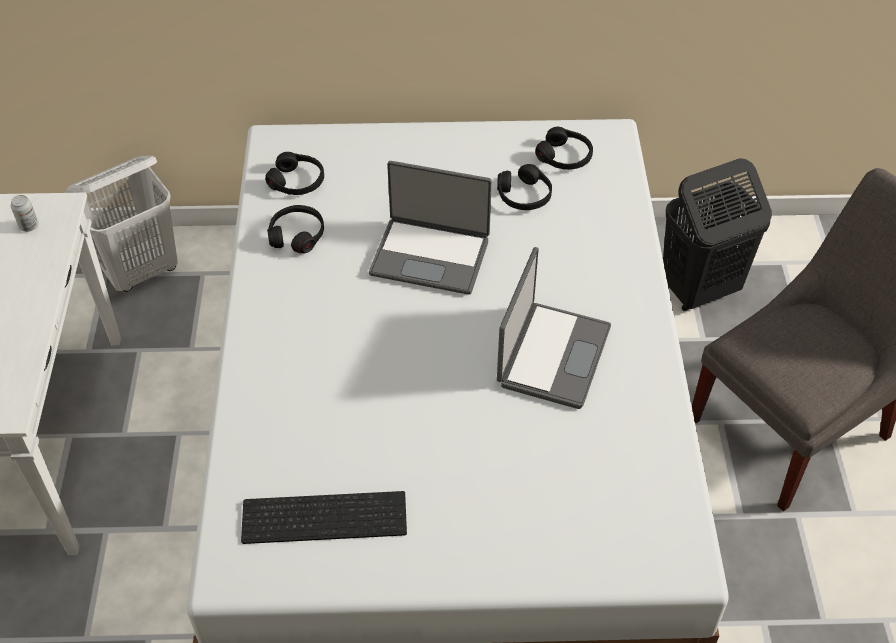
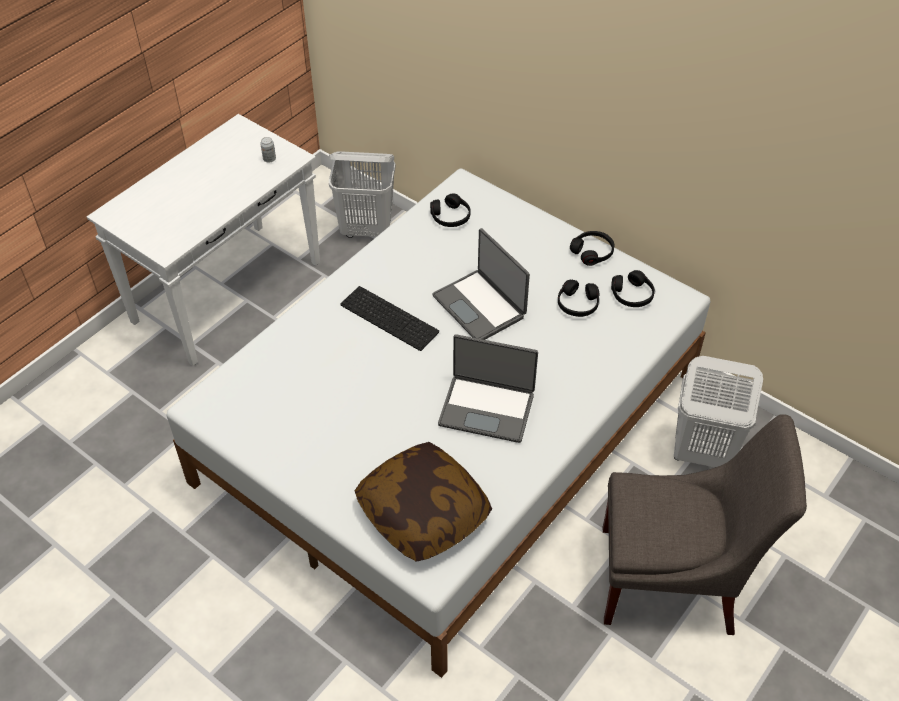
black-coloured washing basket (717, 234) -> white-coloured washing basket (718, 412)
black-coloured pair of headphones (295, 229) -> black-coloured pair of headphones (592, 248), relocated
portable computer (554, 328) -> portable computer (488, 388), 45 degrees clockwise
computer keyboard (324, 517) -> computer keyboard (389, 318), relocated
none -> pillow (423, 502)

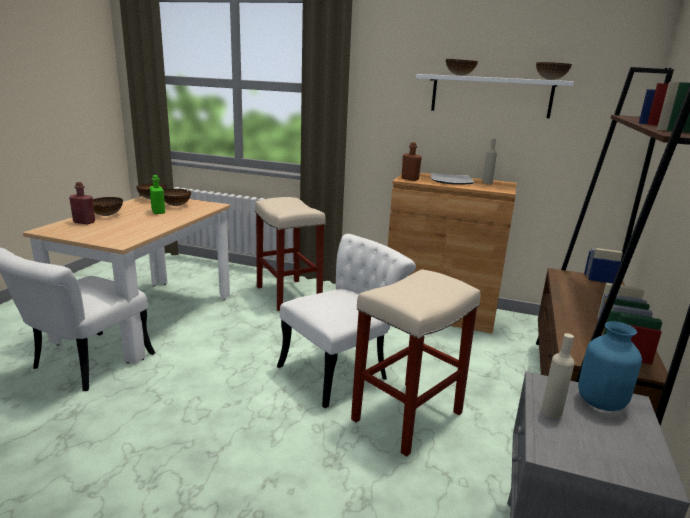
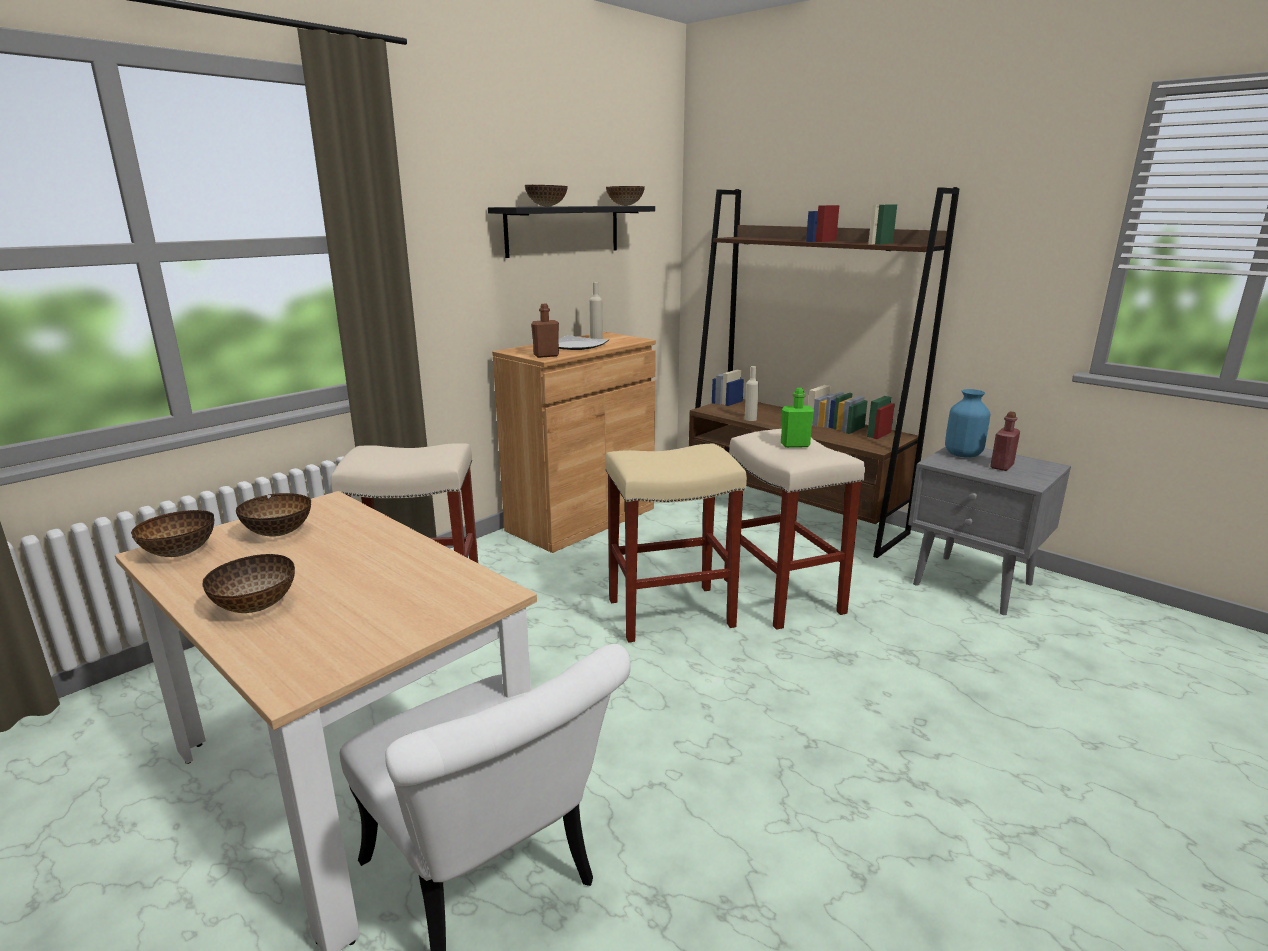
white-coloured shelf (495, 96) -> black-coloured shelf (571, 232)
green drink bottle (157, 194) -> green drink bottle (797, 418), relocated
red-coloured drink bottle (82, 203) -> red-coloured drink bottle (1005, 441), relocated
white-coloured upright chair (346, 321) -> beige stool (676, 543)
beige drink bottle (558, 376) -> beige drink bottle (752, 393), relocated

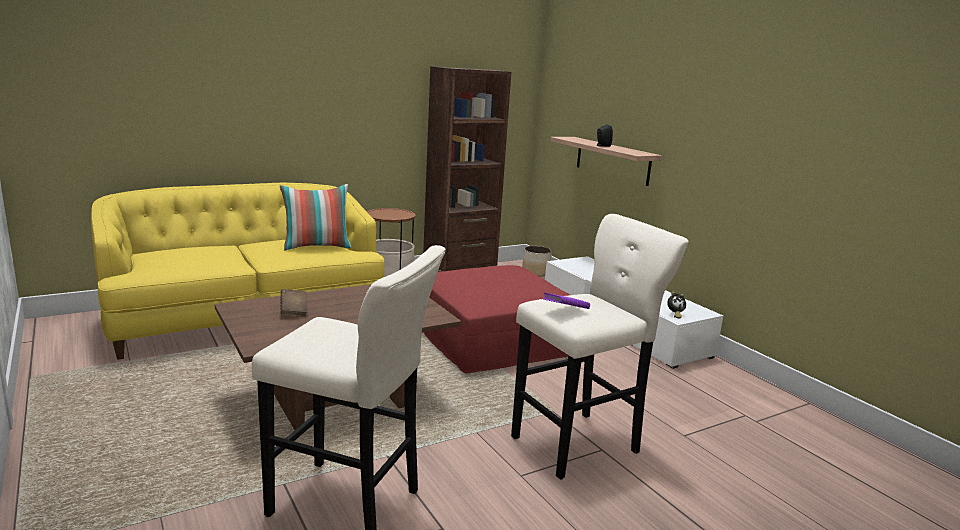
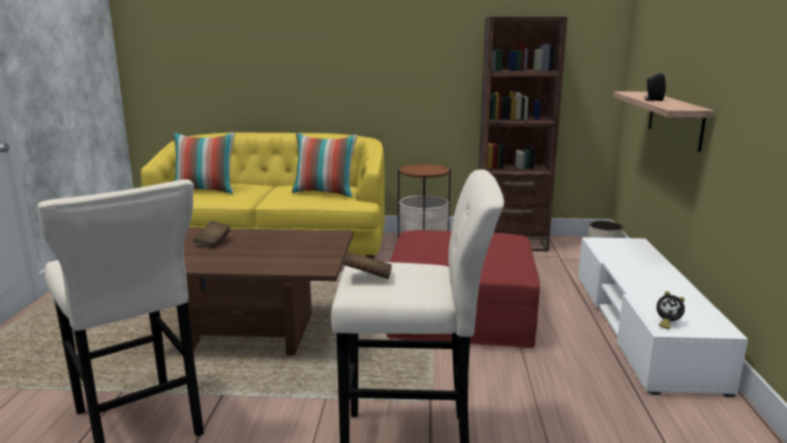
purplish bound book (566, 300) -> brown bound book (367, 265)
none -> pillow (204, 163)

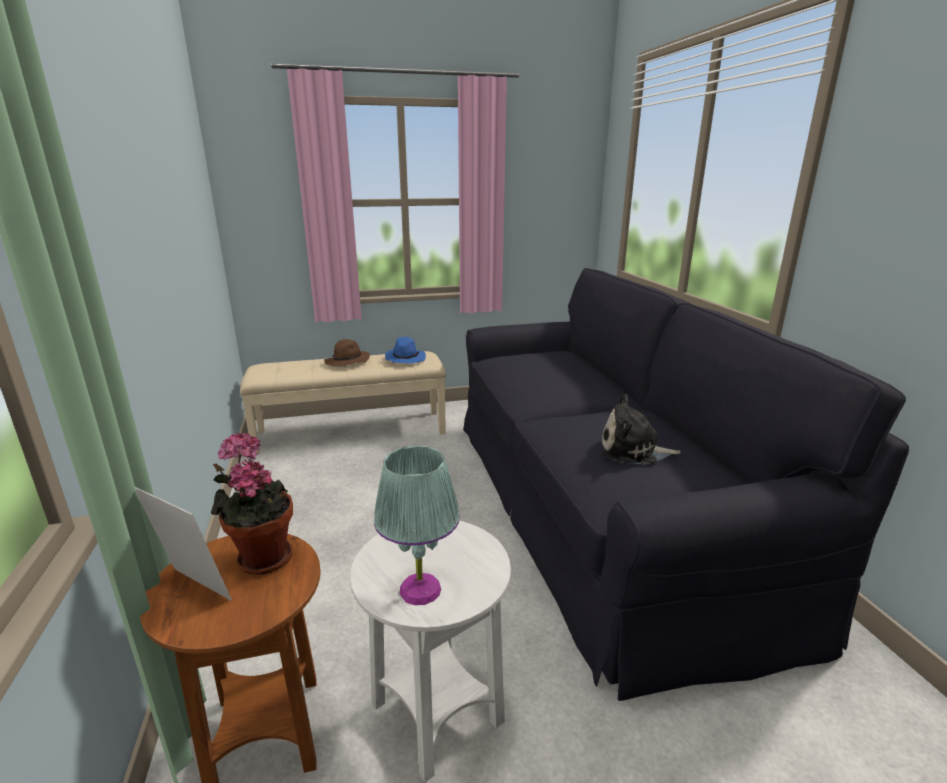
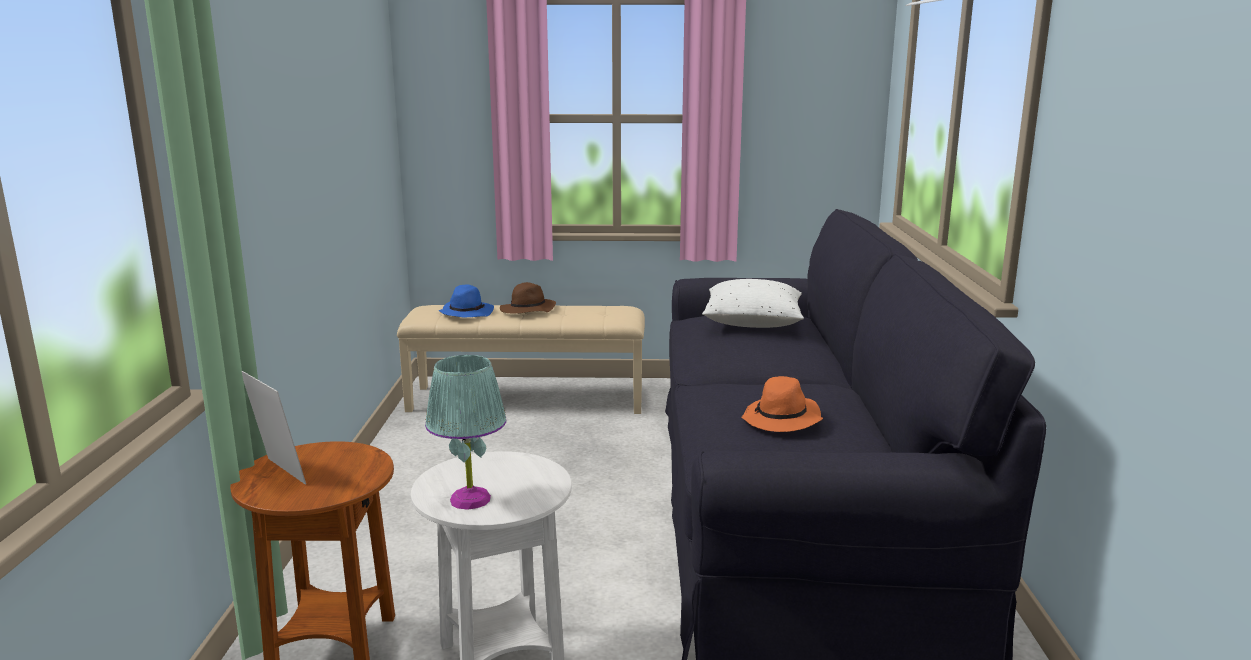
bluish clothing hat (405, 350) -> bluish clothing hat (466, 301), relocated
soft toy (641, 429) -> orange clothing hat (782, 404)
houseplant (252, 504) -> none
none -> white-coloured pillow (753, 303)

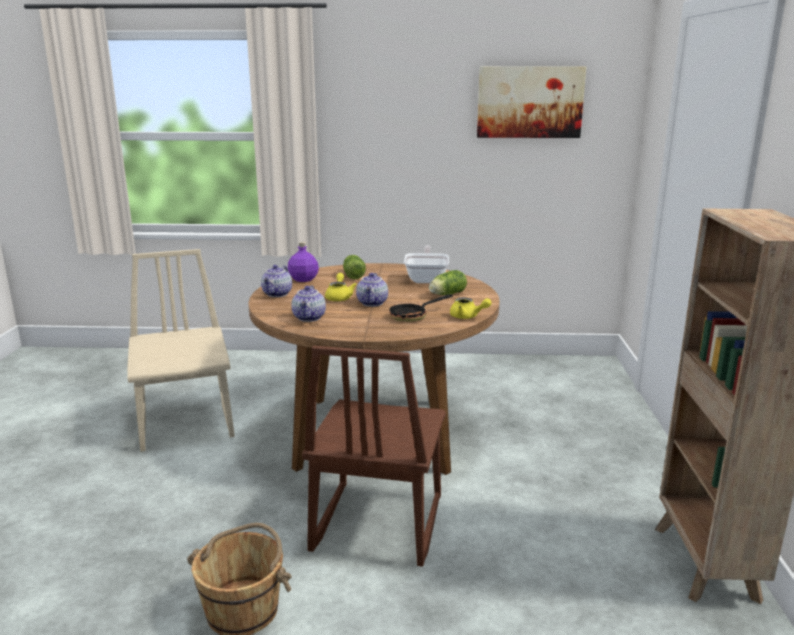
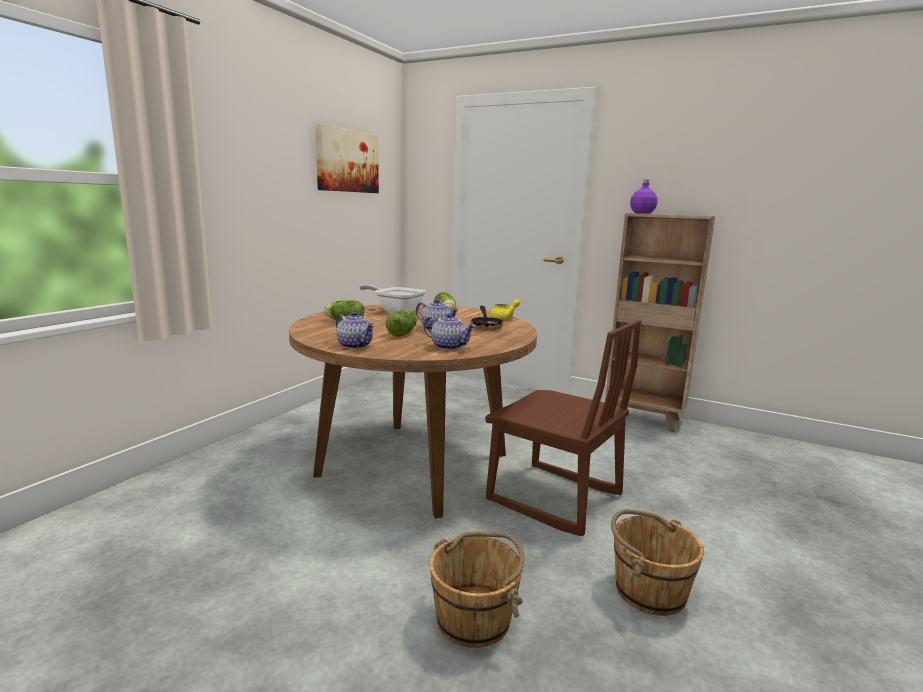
purplish drink bottle (303, 262) -> purplish drink bottle (643, 196), relocated
beige upright chair (181, 350) -> none
yellow-coloured tea pot (341, 287) -> head of lettuce (401, 323)
none -> brown bucket (476, 590)

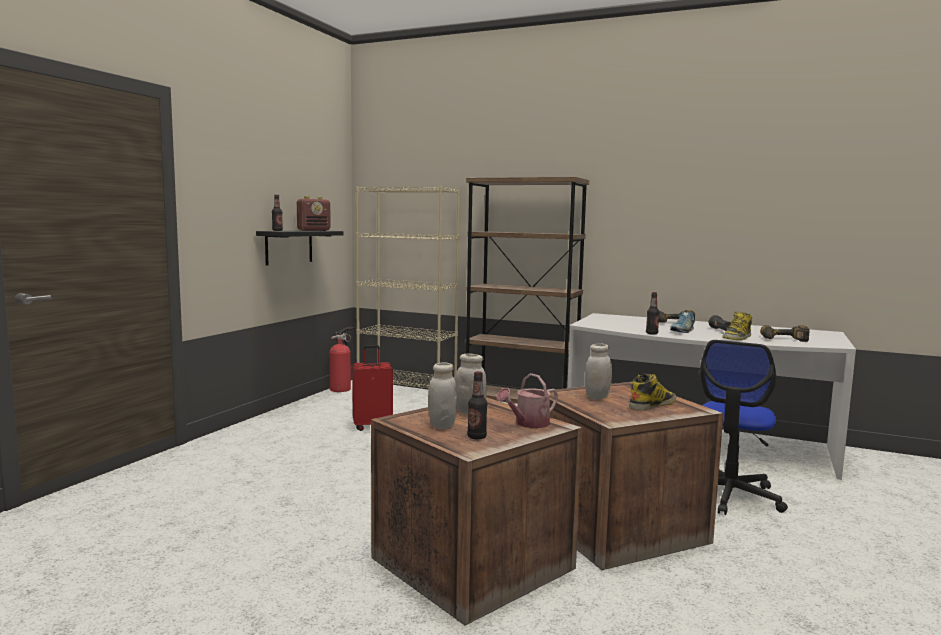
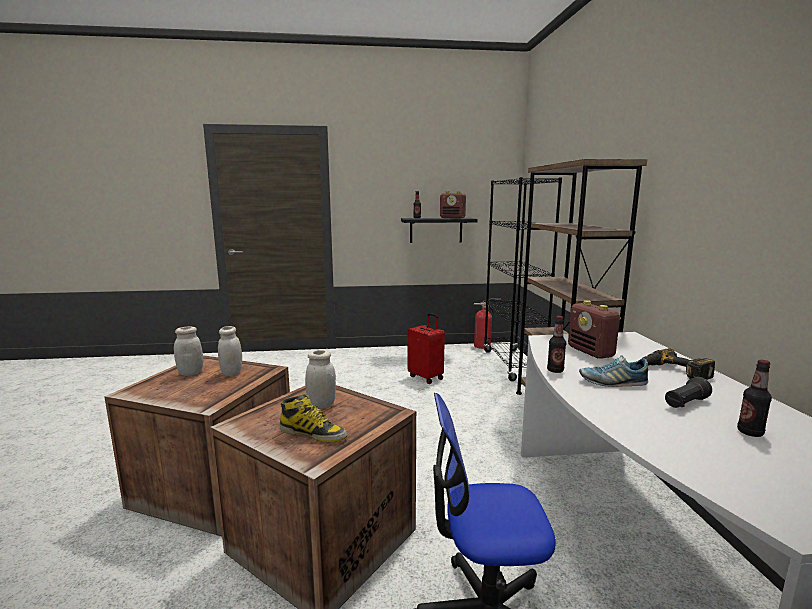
beige shelving unit (408, 287) -> black-coloured shelving unit (522, 279)
tall boot (737, 325) -> none
drill (785, 333) -> none
drink bottle (477, 405) -> drink bottle (754, 398), relocated
sprinkling can (527, 400) -> none
none -> radio receiver (594, 329)

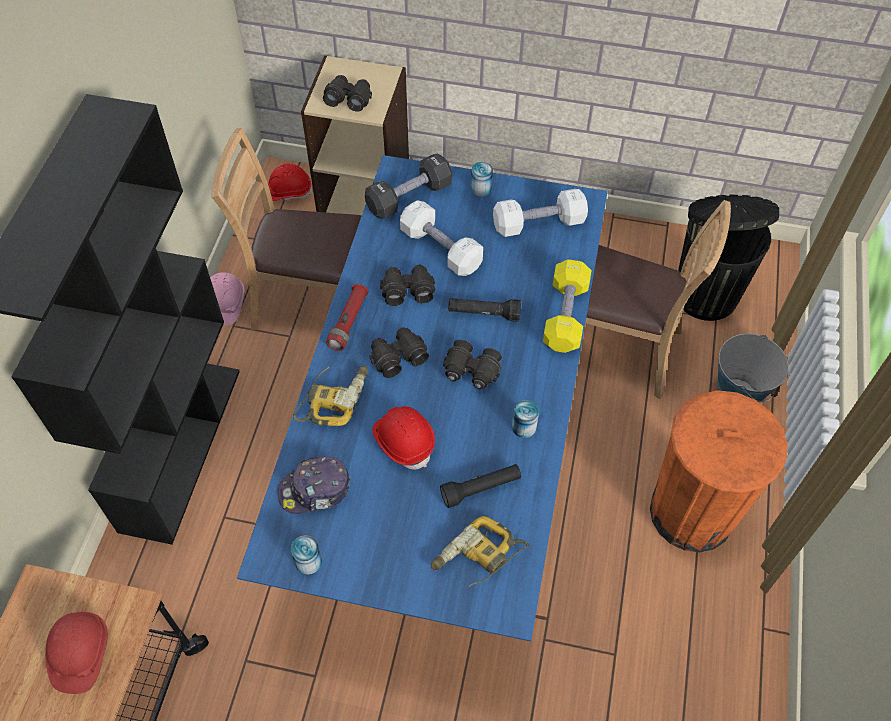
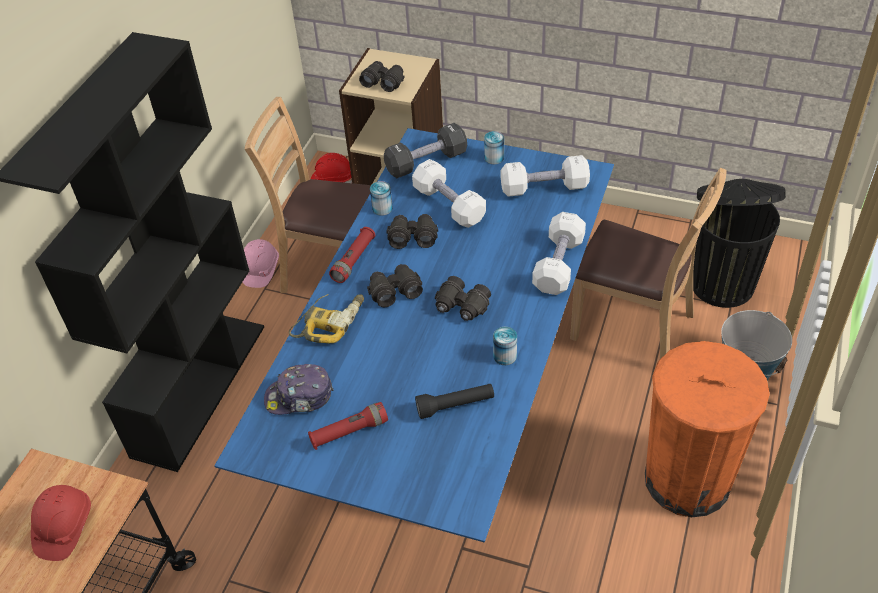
yellow-coloured free weight (567, 306) -> white-coloured free weight (559, 253)
black-coloured torch (484, 310) -> none
red-coloured work helmet (403, 438) -> none
drill (480, 551) -> none
sealed can (306, 555) -> sealed can (381, 198), relocated
none -> red-coloured torch (348, 426)

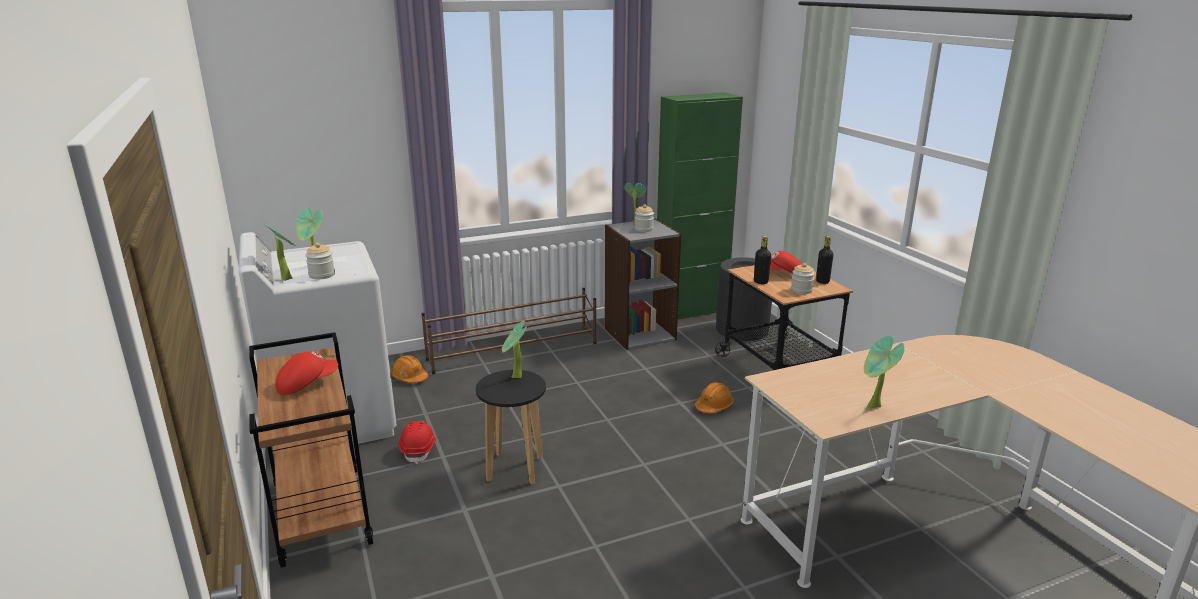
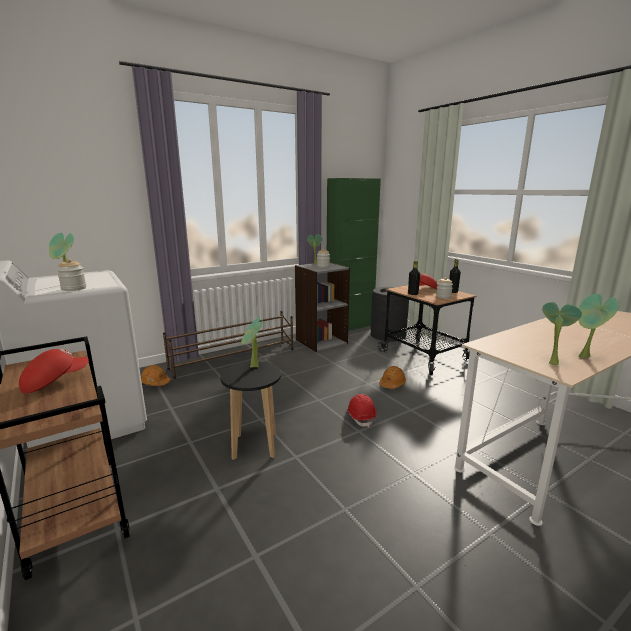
houseplant (279, 252) -> houseplant (562, 333), relocated
red-coloured work helmet (417, 442) -> red-coloured work helmet (361, 411), relocated

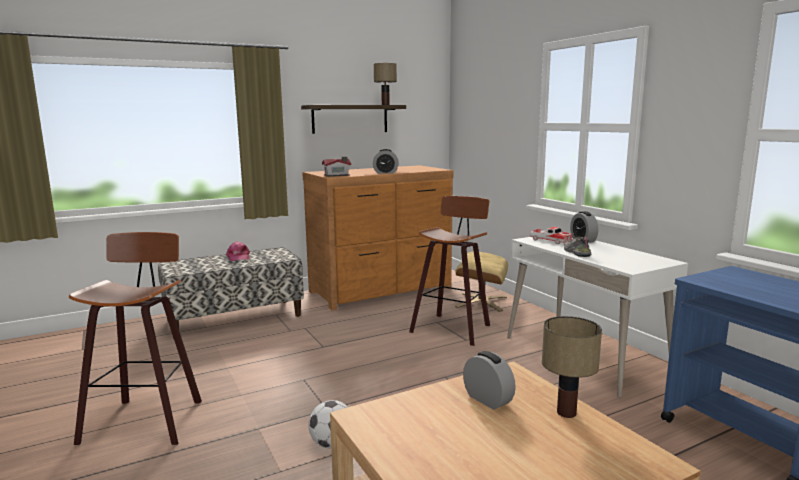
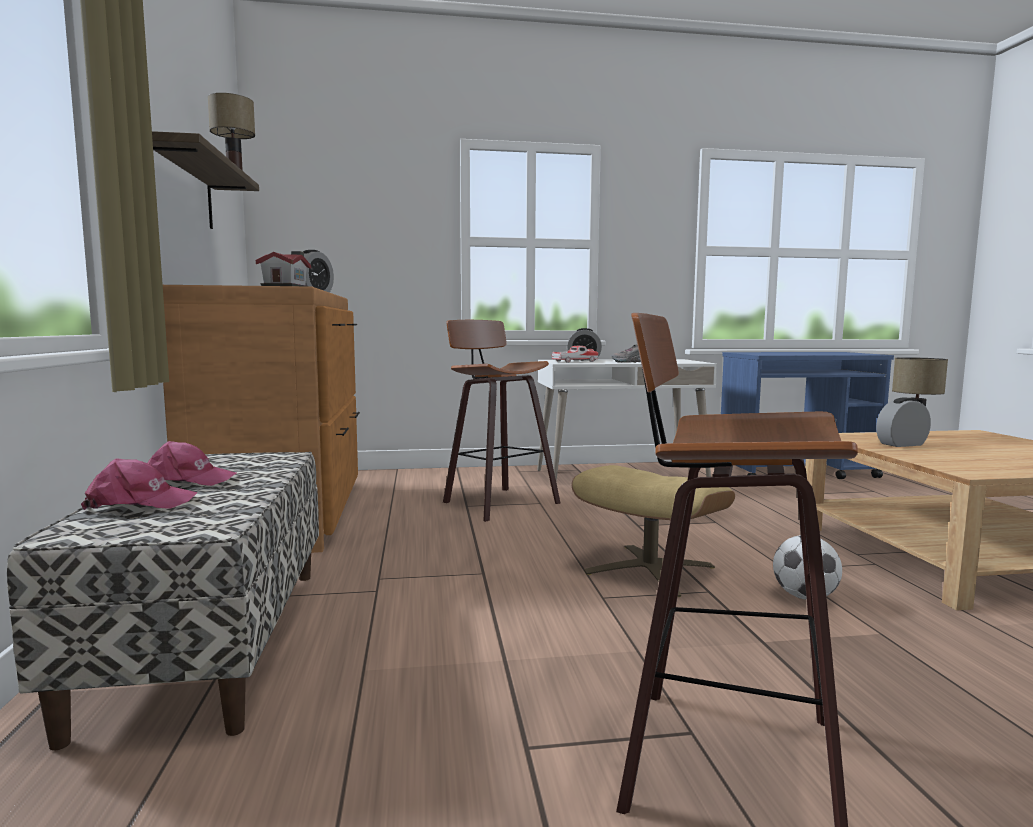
beige pouffe (481, 282) -> beige pouffe (653, 531), relocated
none -> pink baseball cap (139, 484)

